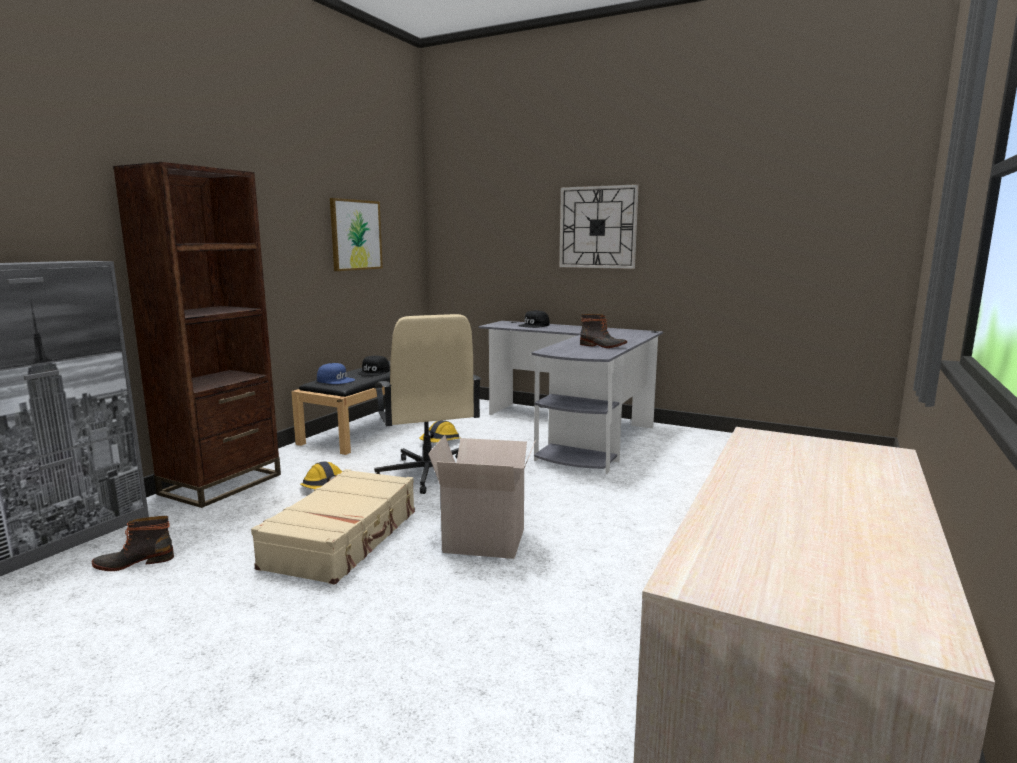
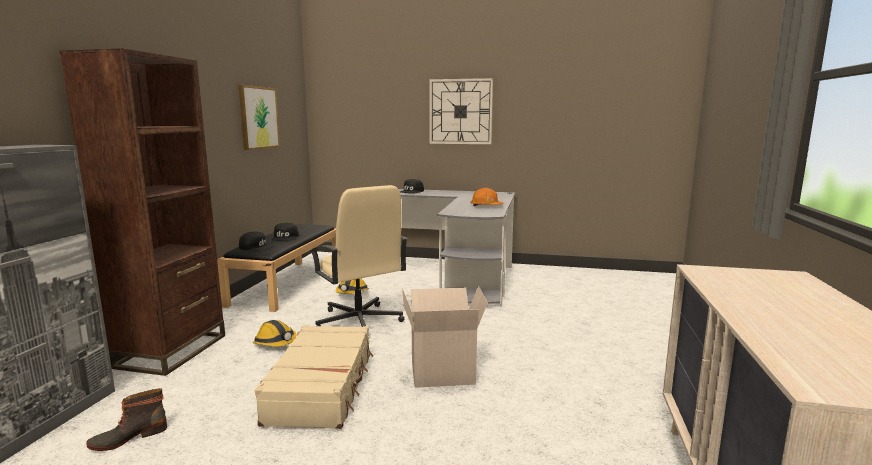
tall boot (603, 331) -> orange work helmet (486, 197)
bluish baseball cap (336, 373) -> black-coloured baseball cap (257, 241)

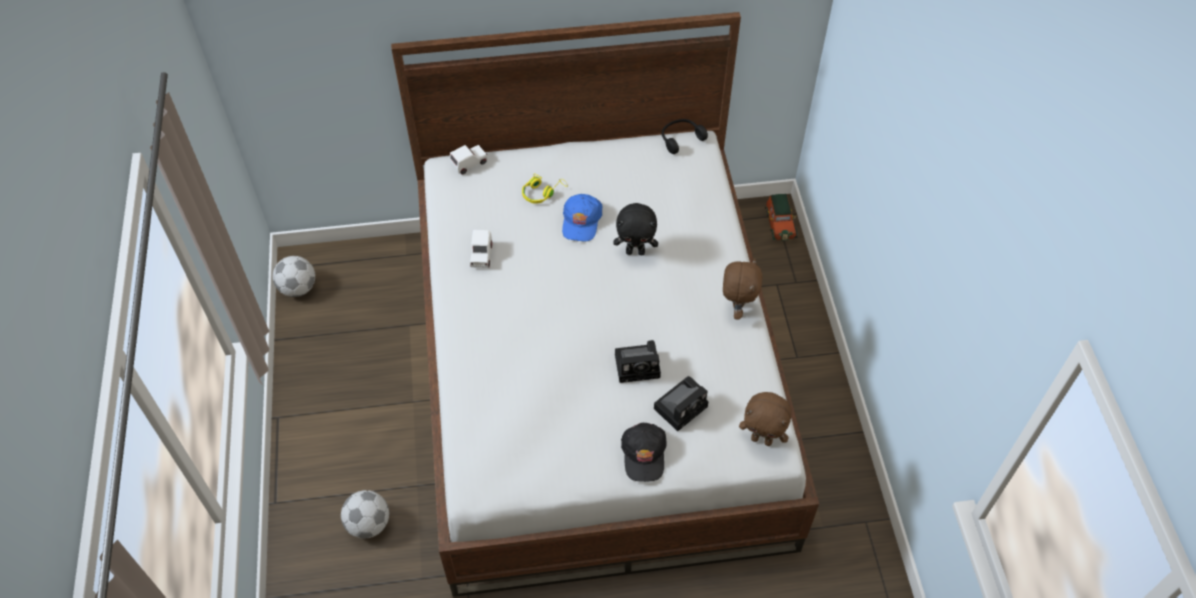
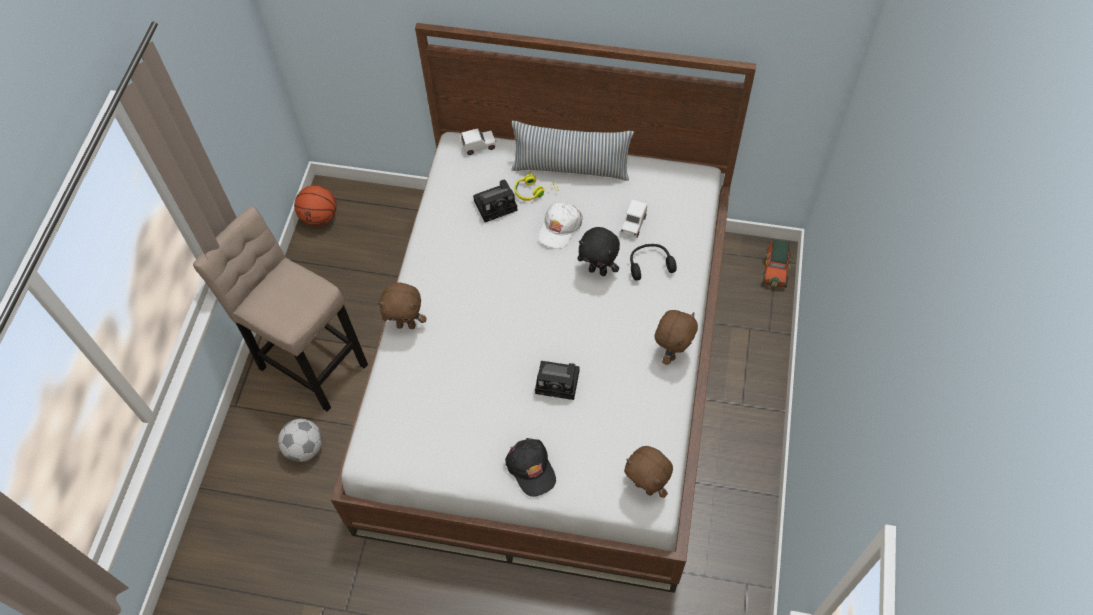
black-coloured pair of headphones (685, 136) -> black-coloured pair of headphones (653, 262), relocated
bluish baseball cap (582, 217) -> white-coloured baseball cap (560, 225)
white-coloured miniature car (481, 249) -> white-coloured miniature car (634, 219), relocated
football (294, 276) -> ball for basketball (315, 206)
still camera (681, 403) -> still camera (495, 200), relocated
black-coloured baseball cap (644, 452) -> black-coloured baseball cap (530, 467), 45 degrees counterclockwise
none -> pillow (572, 151)
none -> beige stool (280, 309)
none -> brown soft toy (402, 305)

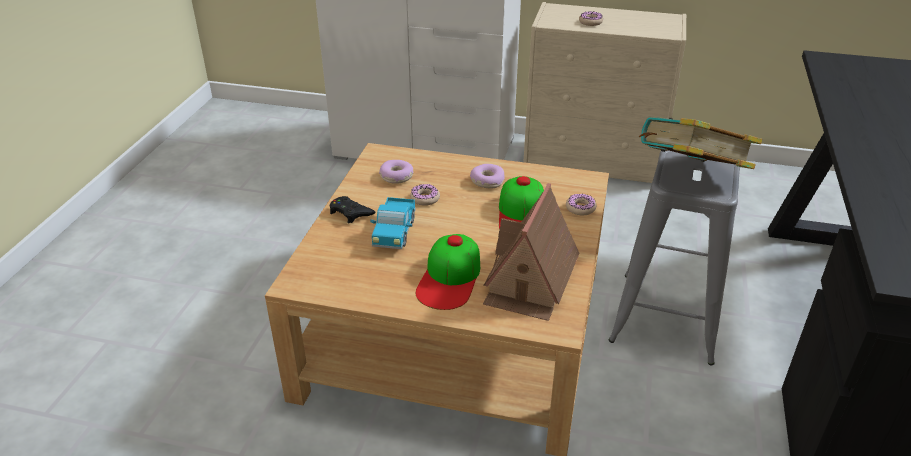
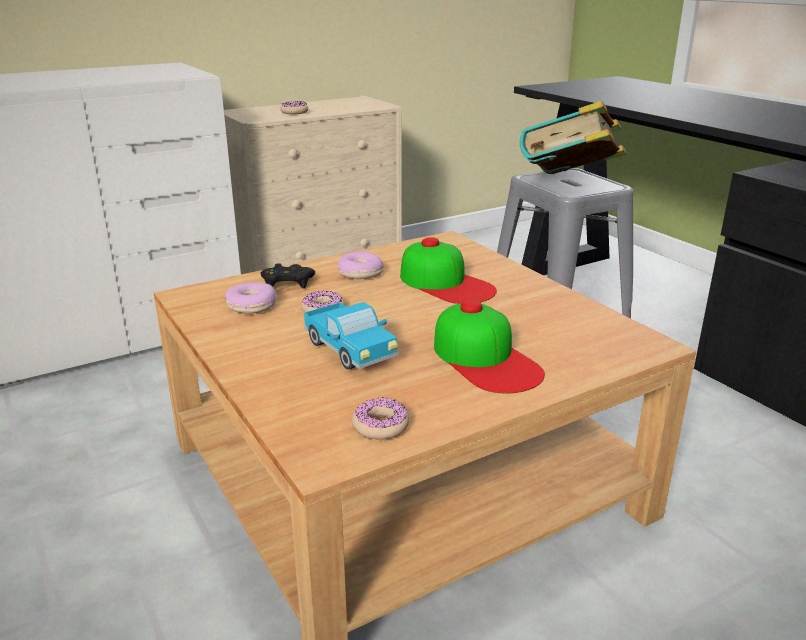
model house (531, 252) -> none
doughnut (581, 204) -> doughnut (380, 418), relocated
black-coloured gamepad (352, 210) -> black-coloured gamepad (288, 275), relocated

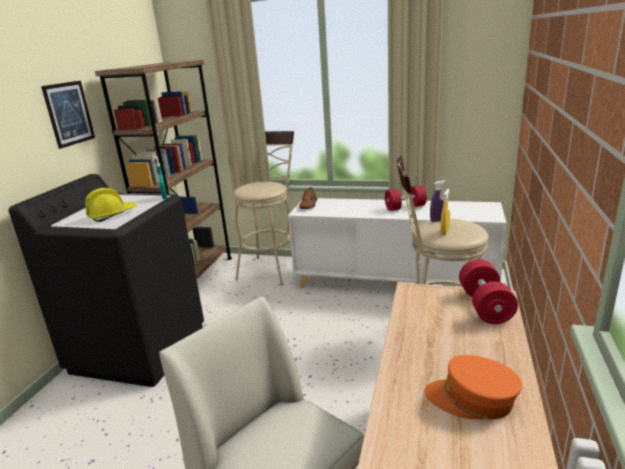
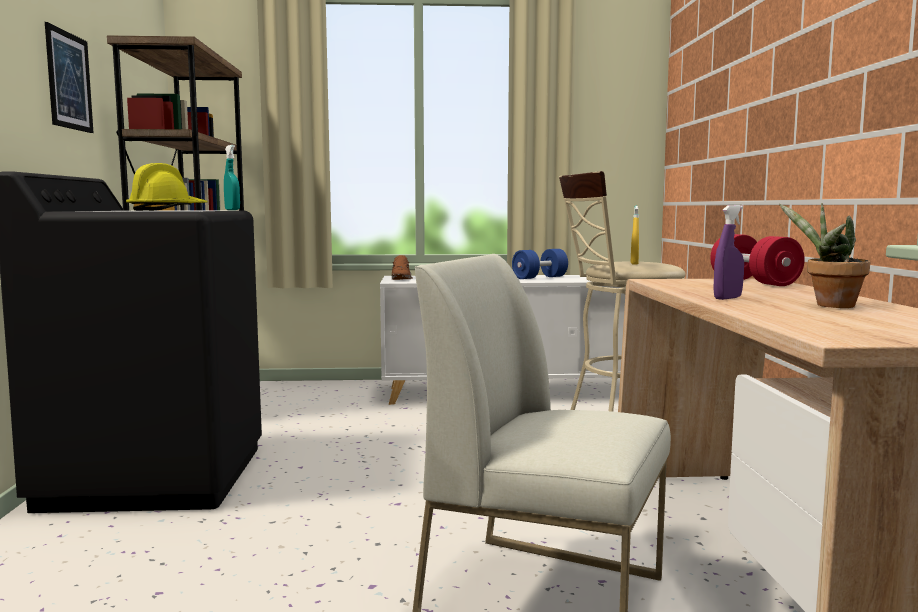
beige stool (263, 208) -> none
purplish hand sprayer (438, 201) -> purplish hand sprayer (728, 252), relocated
red-coloured free weight (406, 198) -> bluish free weight (540, 264)
orange baseball cap (473, 387) -> houseplant (824, 255)

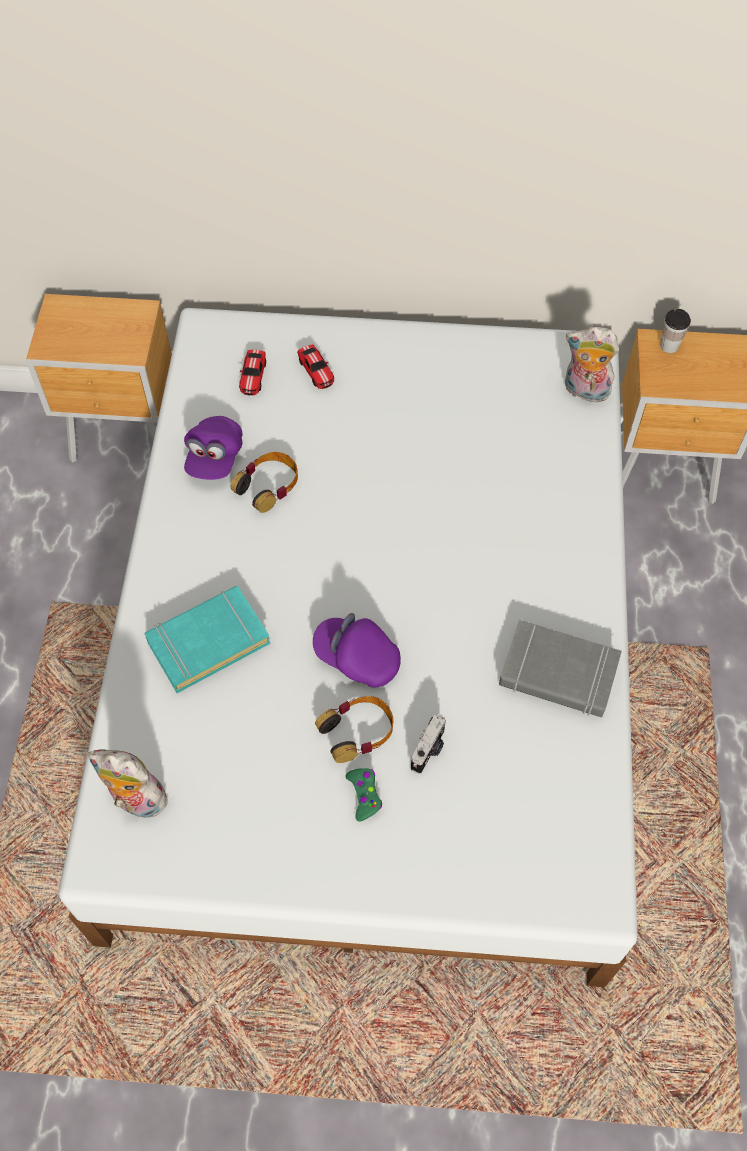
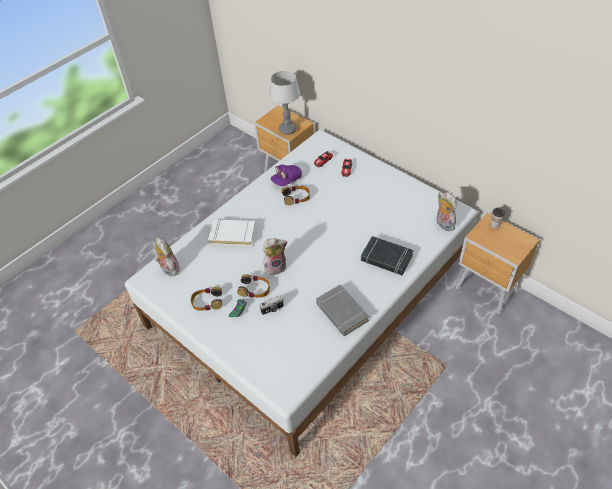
blue-green bound book (207, 639) -> white-coloured bound book (232, 232)
purplish baseball cap (357, 650) -> soft toy (275, 256)
none -> table lamp (284, 103)
none -> black-coloured bound book (387, 256)
none -> pair of headphones (206, 299)

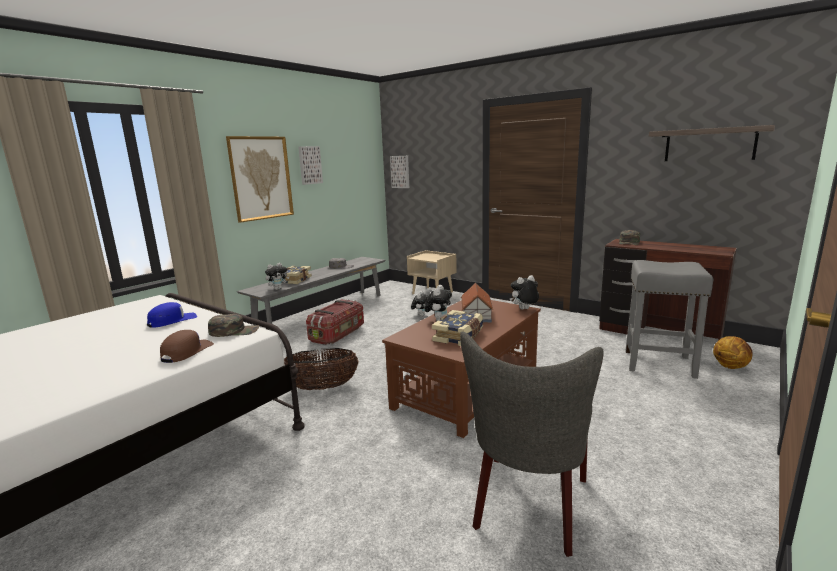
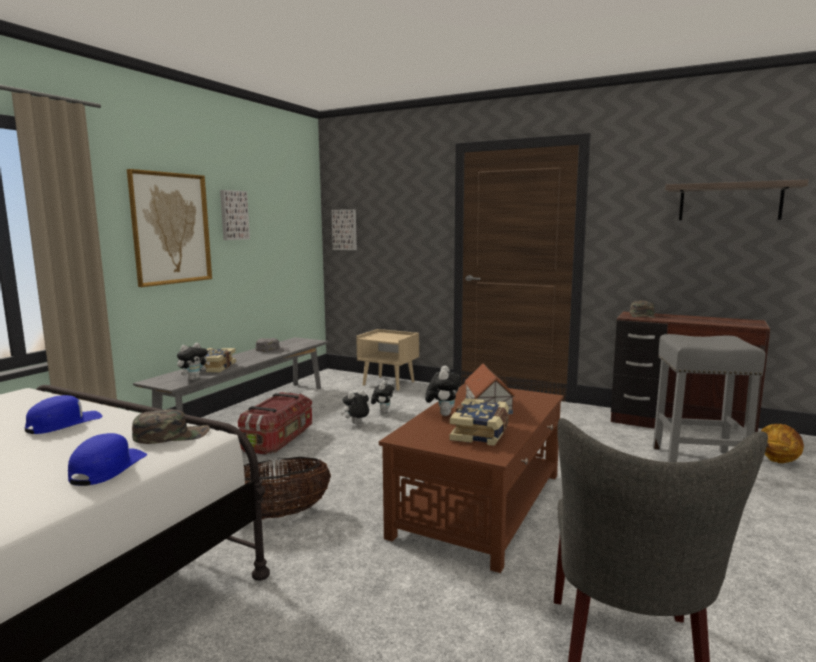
soft toy (524, 292) -> soft toy (355, 406), relocated
brown baseball cap (187, 346) -> bluish baseball cap (107, 459)

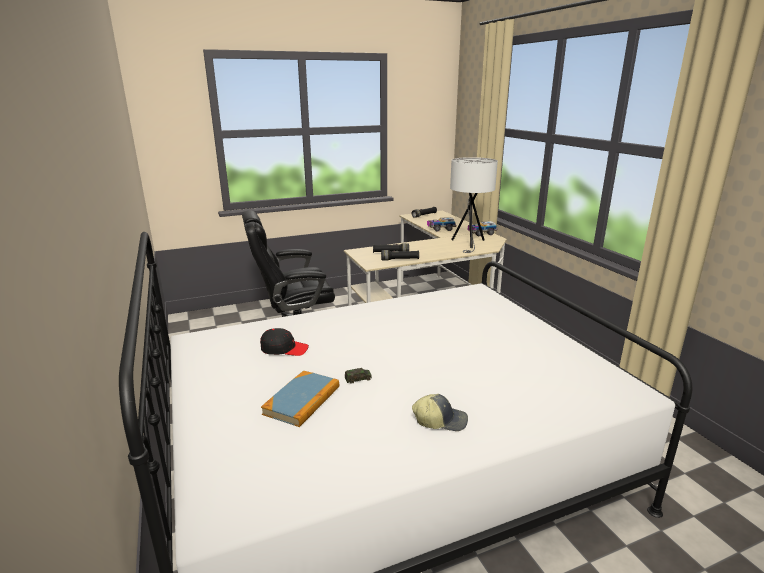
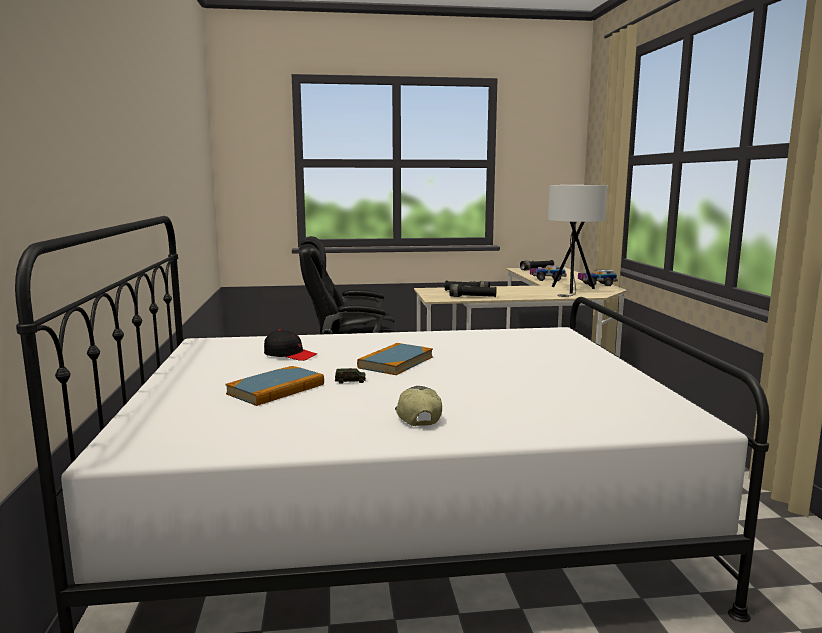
baseball cap (440, 412) -> baseball cap (418, 406), 120 degrees counterclockwise
none -> bound book (395, 359)

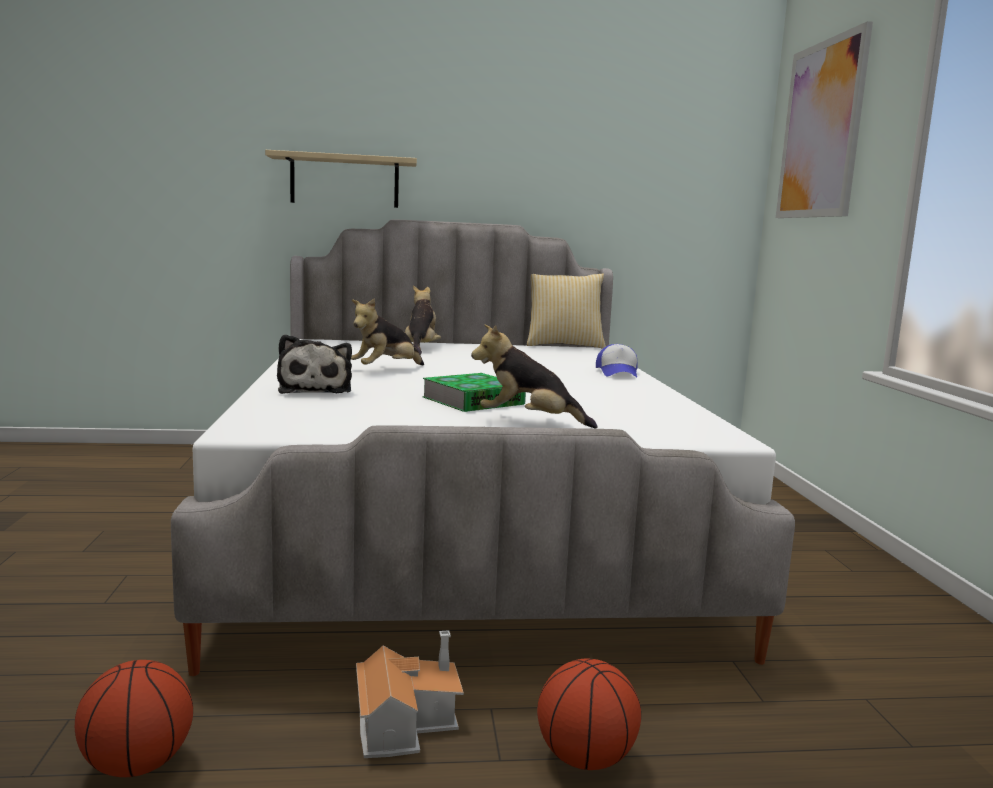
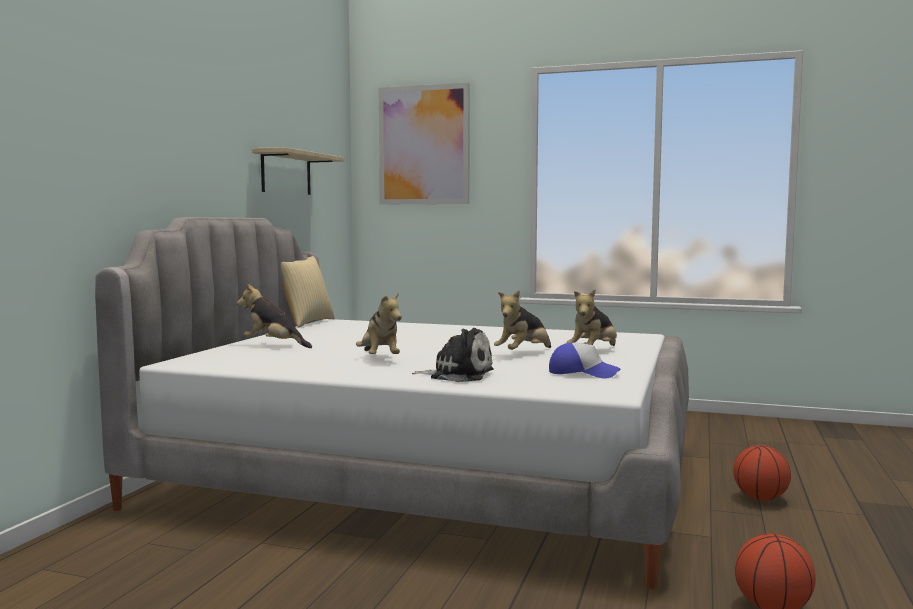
beige shelf (341, 179) -> beige shelf (298, 171), relocated
baseball cap (617, 360) -> baseball cap (585, 360), relocated
bound book (474, 392) -> soft toy (522, 320)
model house (410, 694) -> none

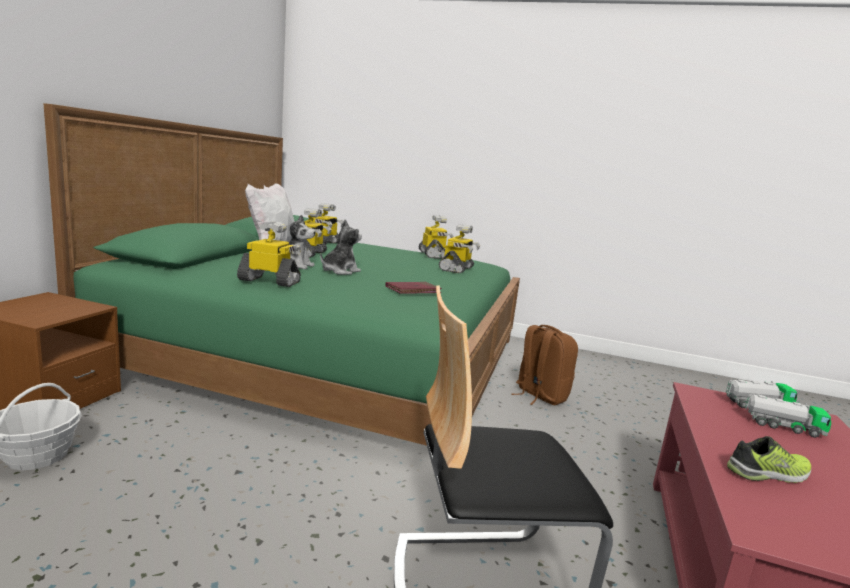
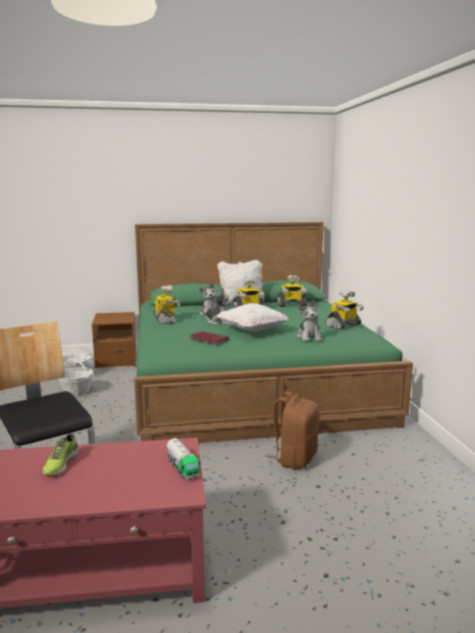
toy robot (459, 248) -> soft toy (309, 320)
toy truck (788, 416) -> none
low shoe (769, 459) -> low shoe (61, 454), 45 degrees clockwise
none -> white-coloured pillow (252, 317)
none -> basket (76, 377)

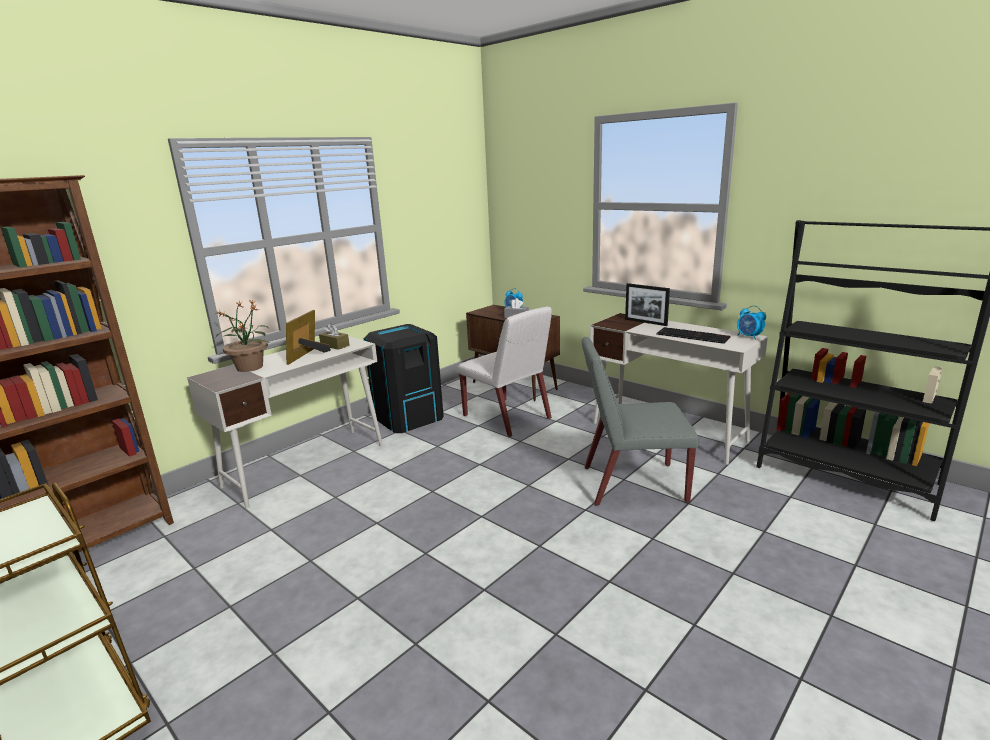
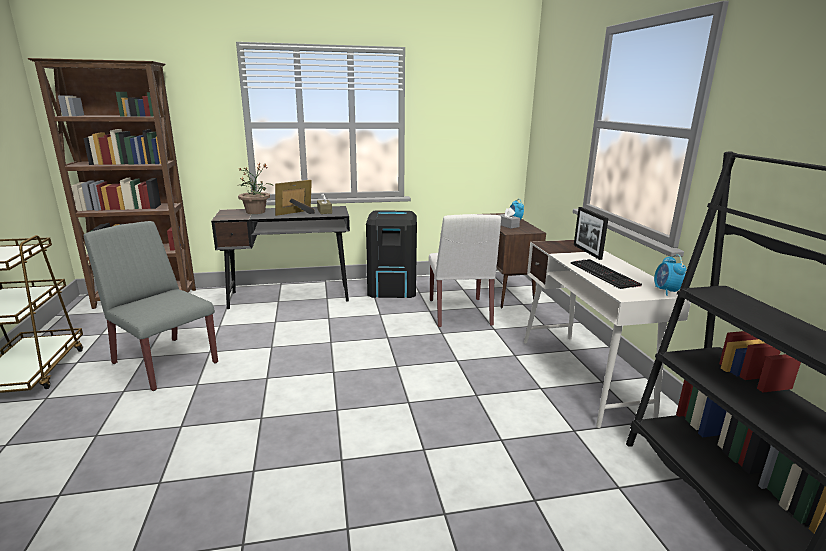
white-coloured desk table (285, 422) -> black-coloured desk table (280, 257)
greyish upright chair (640, 421) -> greyish upright chair (151, 306), relocated

